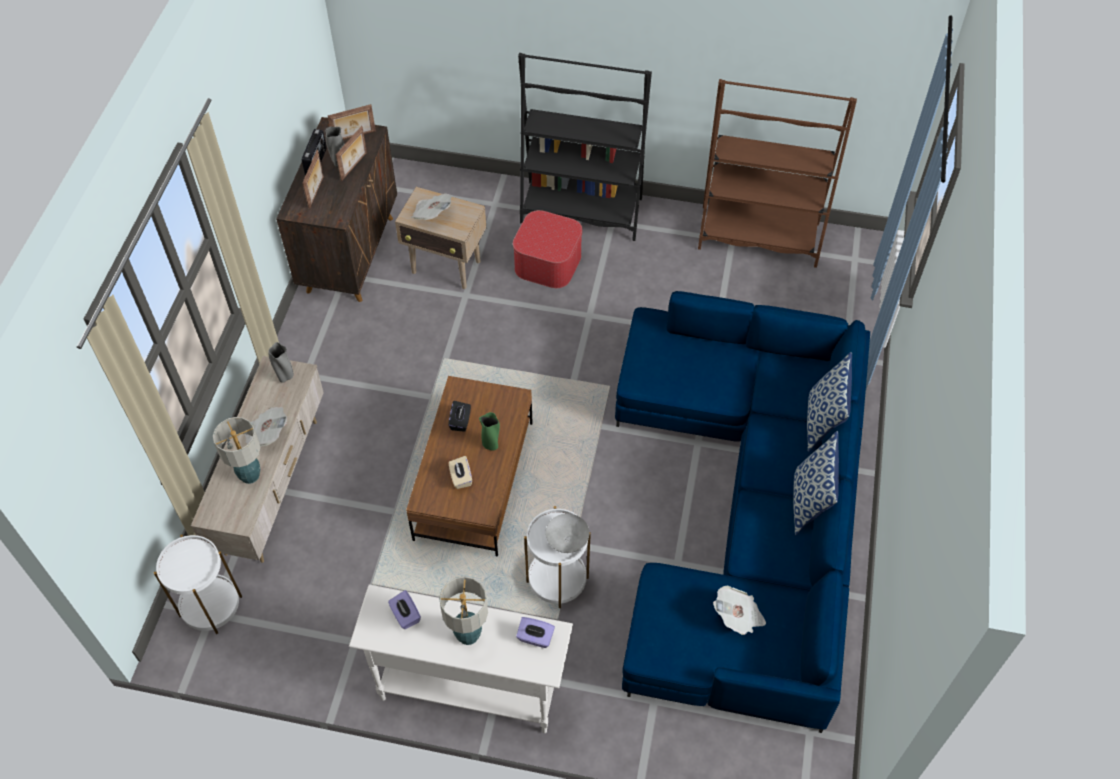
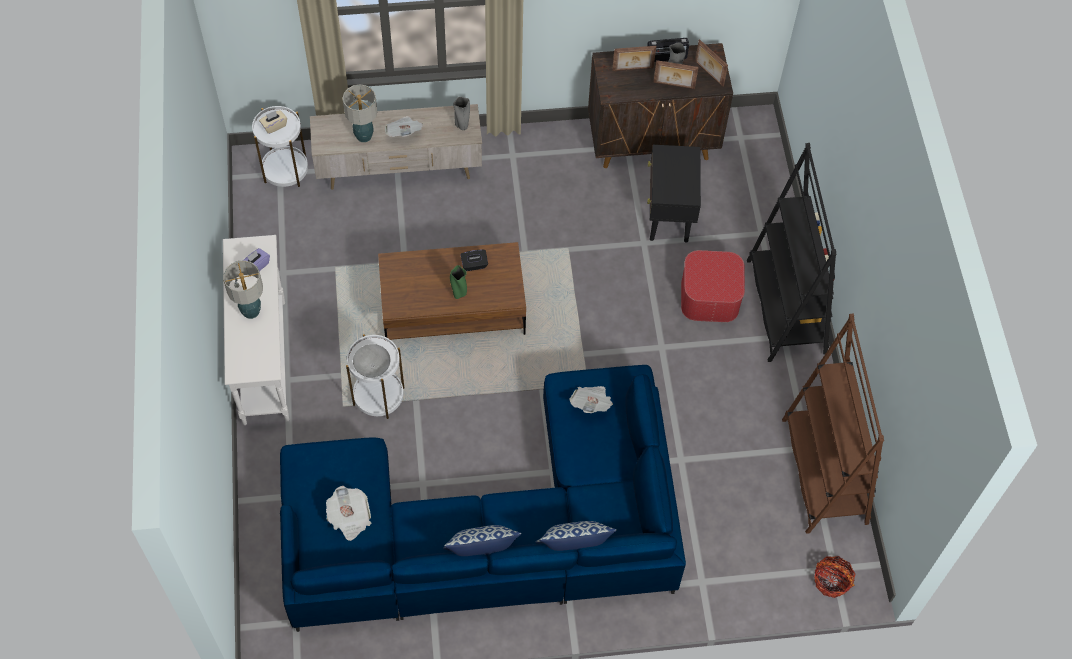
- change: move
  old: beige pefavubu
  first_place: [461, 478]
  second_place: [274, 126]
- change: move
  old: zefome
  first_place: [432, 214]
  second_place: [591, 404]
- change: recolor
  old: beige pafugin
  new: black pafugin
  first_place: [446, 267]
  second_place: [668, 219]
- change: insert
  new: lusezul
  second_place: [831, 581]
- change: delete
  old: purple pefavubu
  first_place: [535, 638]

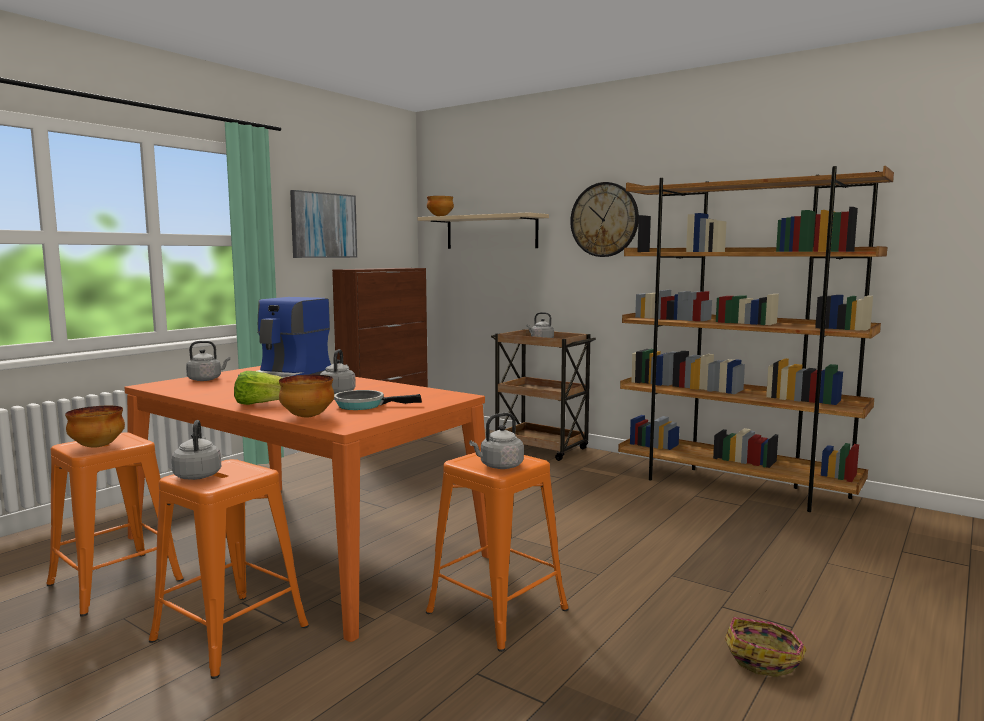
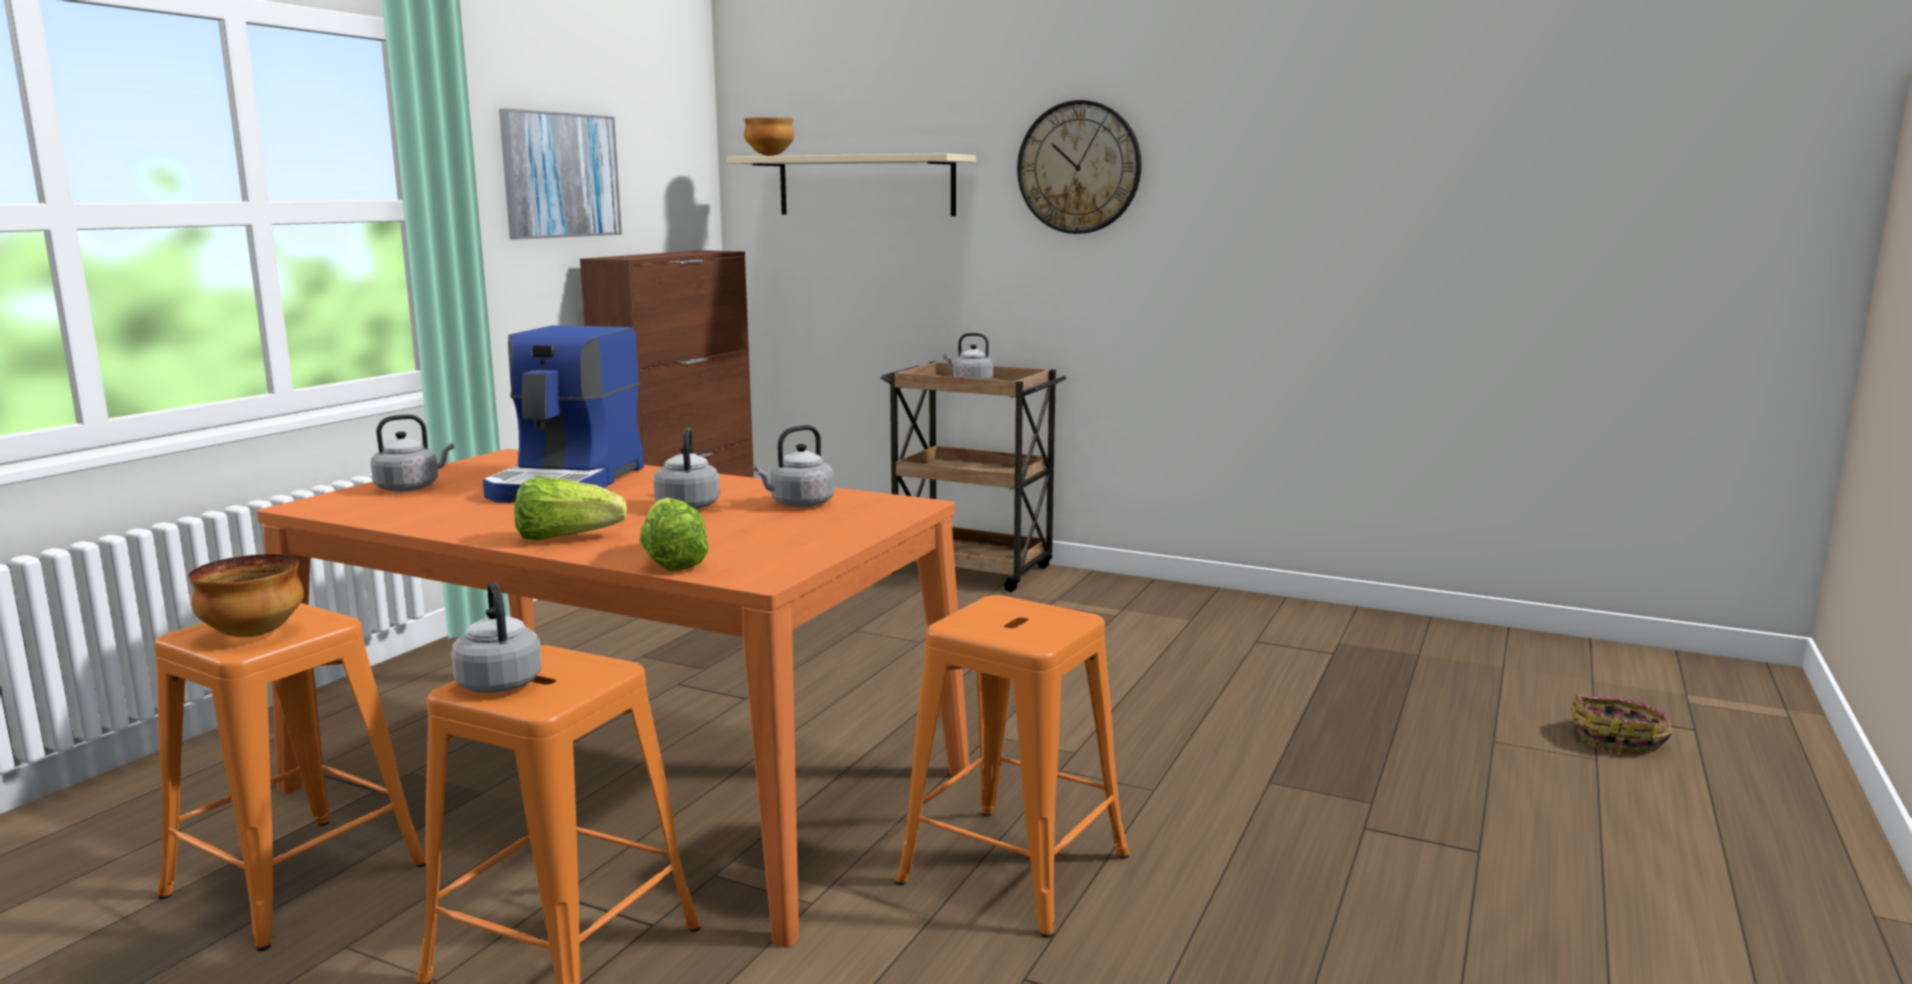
- change: replace
  old: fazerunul
  new: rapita
  first_place: [307, 417]
  second_place: [673, 561]
- change: move
  old: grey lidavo
  first_place: [499, 466]
  second_place: [799, 504]
- change: move
  old: lusezul
  first_place: [764, 658]
  second_place: [1618, 738]
- change: delete
  old: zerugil
  first_place: [364, 405]
- change: delete
  old: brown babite
  first_place: [734, 486]

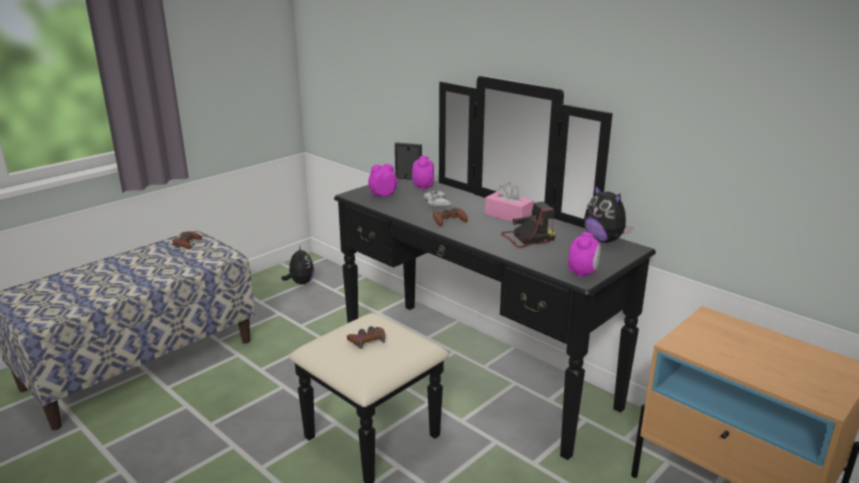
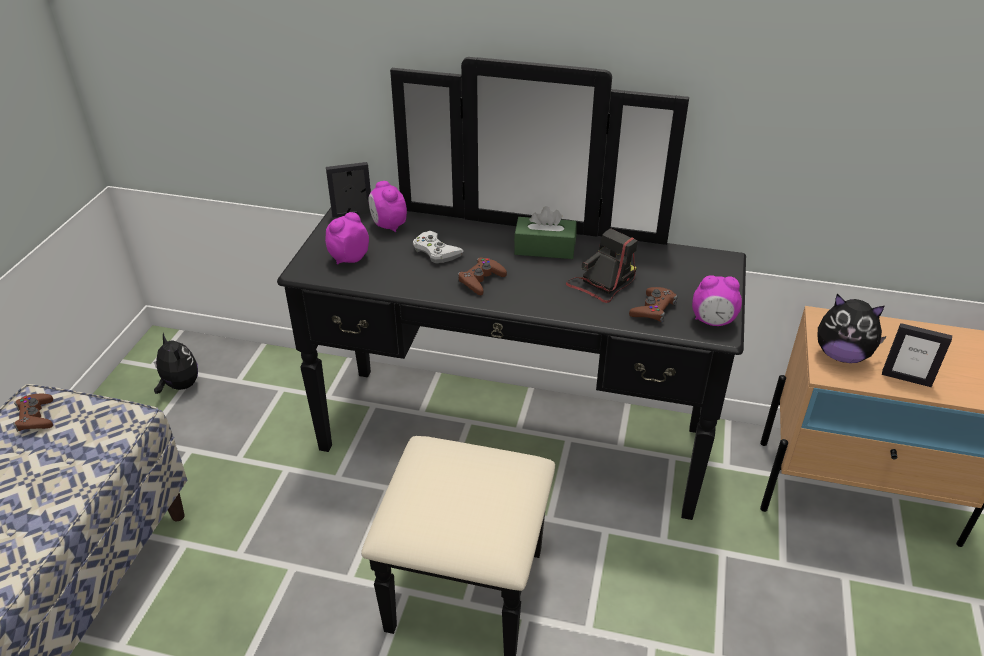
- change: recolor
  old: pink pefavubu
  new: green pefavubu
  first_place: [508, 216]
  second_place: [544, 248]
- change: move
  old: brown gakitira
  first_place: [367, 340]
  second_place: [653, 309]
- change: rotate
  old: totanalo
  first_place: [583, 273]
  second_place: [712, 322]
  degrees: 105
- change: move
  old: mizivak
  first_place: [604, 240]
  second_place: [841, 355]
- change: insert
  new: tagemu
  second_place: [906, 378]

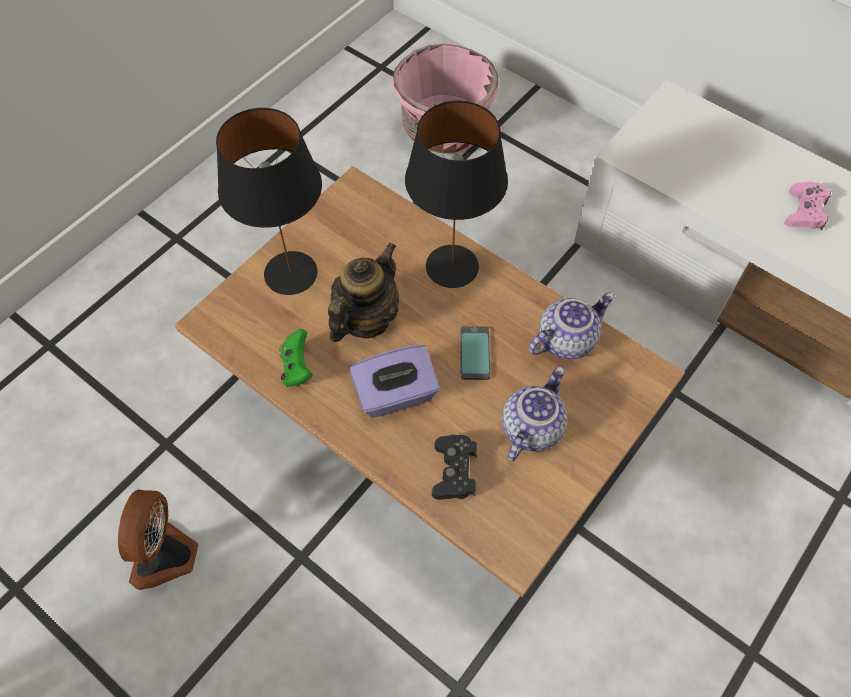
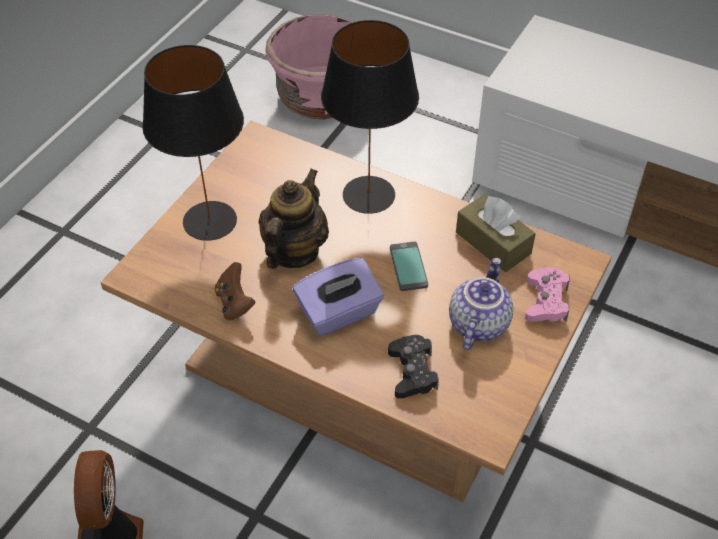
- change: recolor
  old: green gakitira
  new: brown gakitira
  first_place: [297, 368]
  second_place: [235, 303]
- change: replace
  old: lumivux
  new: brown pefavubu
  first_place: [566, 339]
  second_place: [493, 243]
- change: move
  old: pink gakitira
  first_place: [804, 211]
  second_place: [546, 301]

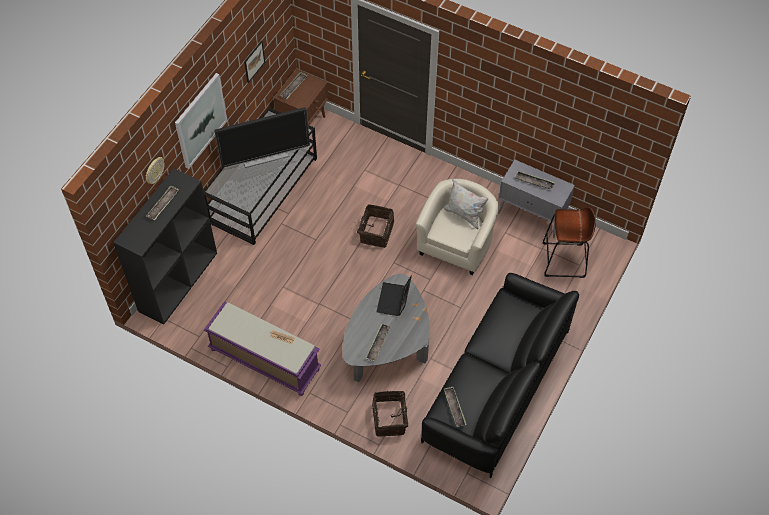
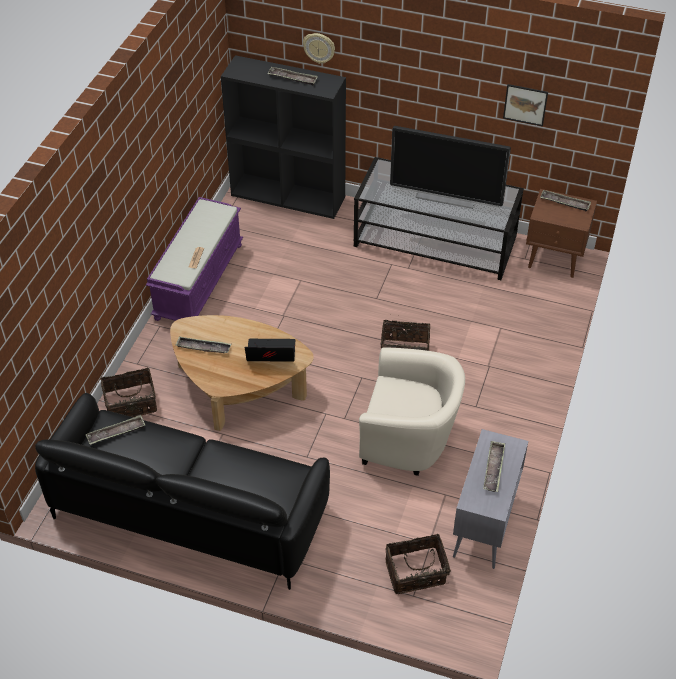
- change: recolor
  old: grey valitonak
  new: brown valitonak
  first_place: [387, 343]
  second_place: [238, 387]
- change: replace
  old: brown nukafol
  new: lusezul
  first_place: [563, 260]
  second_place: [416, 574]
- change: rotate
  old: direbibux
  first_place: [265, 156]
  second_place: [446, 197]
  degrees: -45
- change: delete
  old: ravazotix
  first_place: [200, 120]
- change: delete
  old: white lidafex
  first_place: [464, 215]

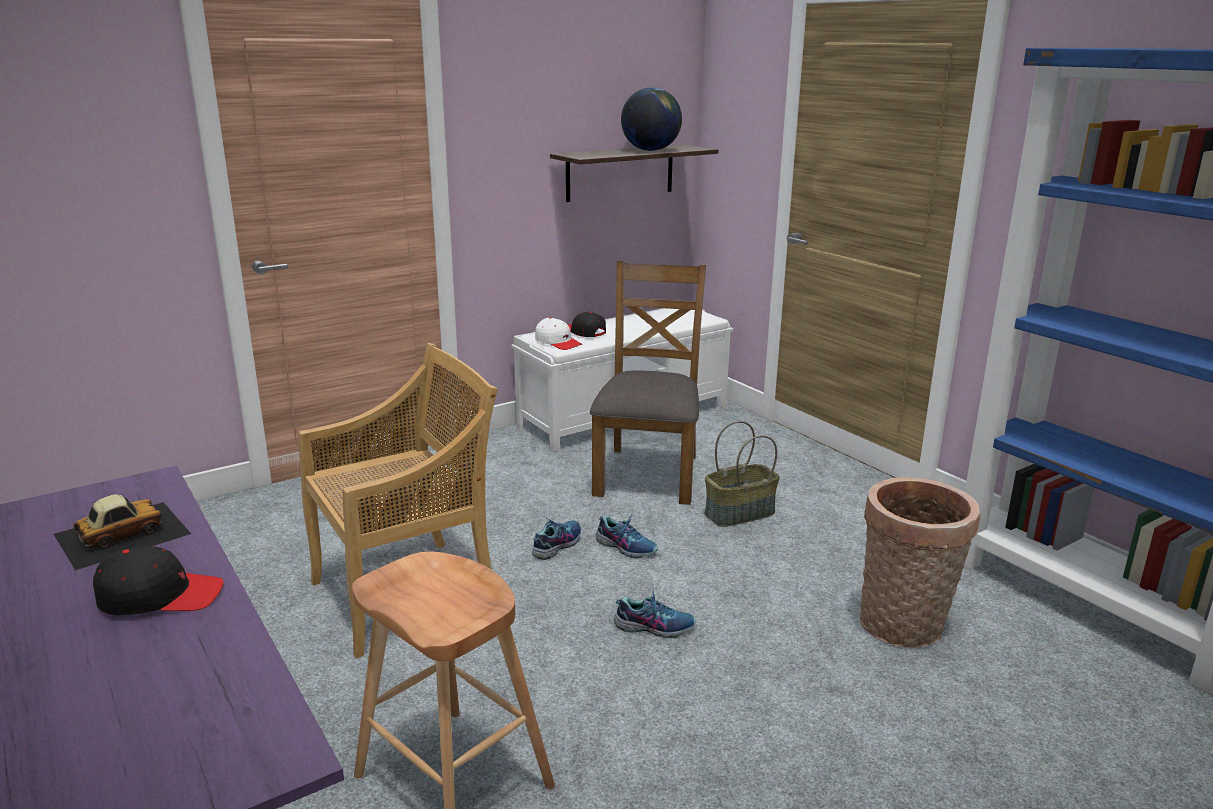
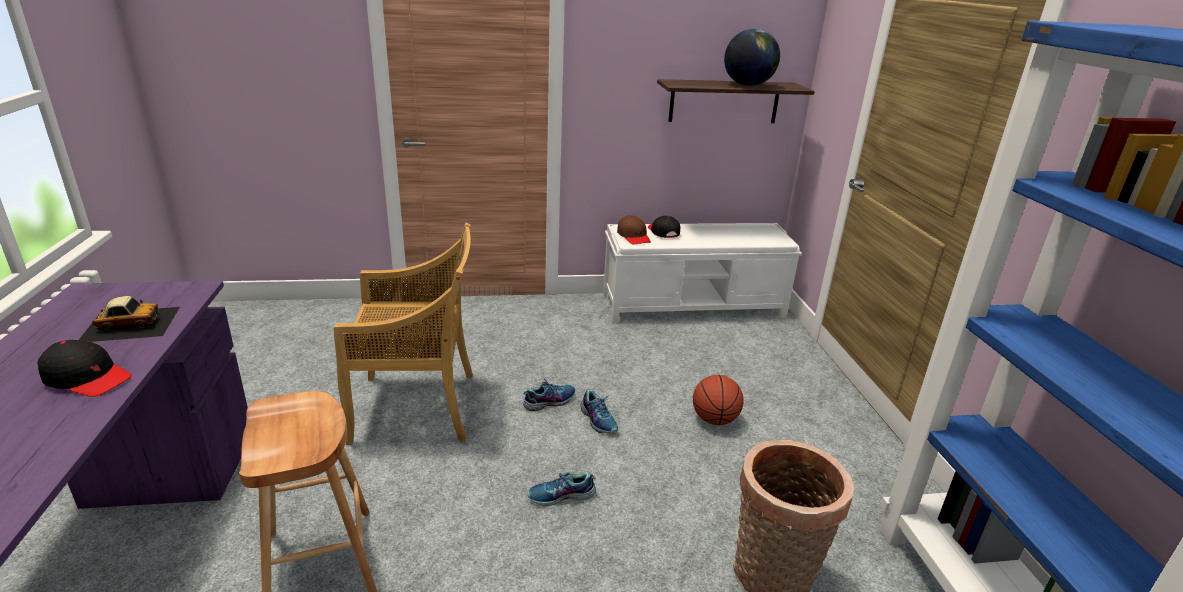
- change: rotate
  old: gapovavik
  first_place: [654, 626]
  second_place: [561, 496]
  degrees: 135
- change: recolor
  old: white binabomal
  new: brown binabomal
  first_place: [558, 342]
  second_place: [633, 236]
- change: replace
  old: lusezul
  new: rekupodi
  first_place: [739, 514]
  second_place: [714, 420]
- change: delete
  old: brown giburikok
  first_place: [648, 474]

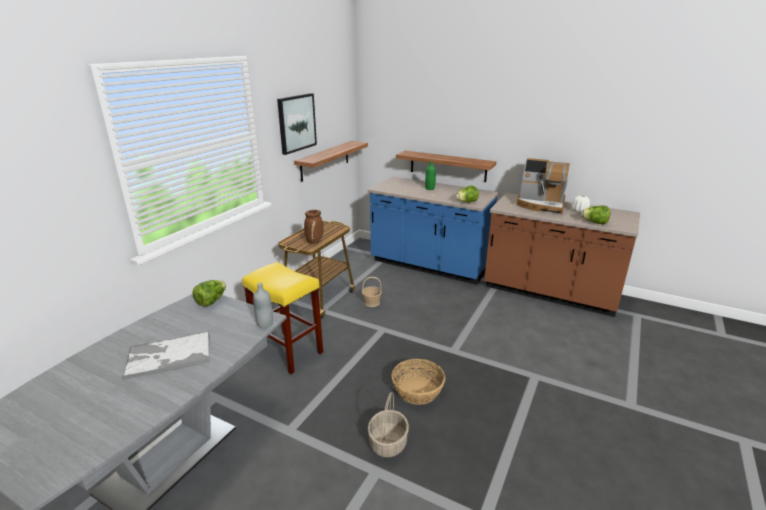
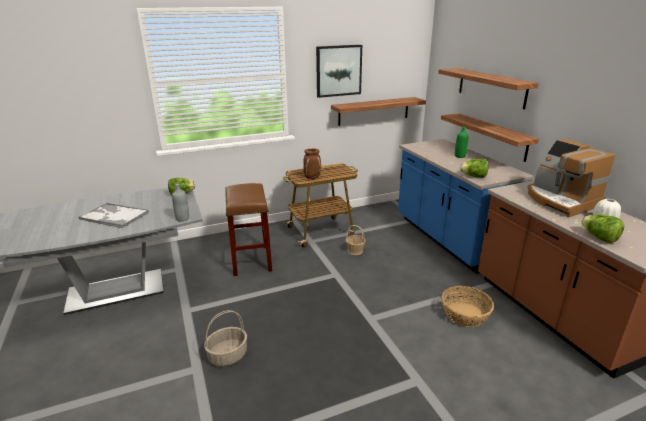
- change: recolor
  old: yellow nukafol
  new: brown nukafol
  first_place: [289, 352]
  second_place: [252, 261]
- change: insert
  new: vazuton
  second_place: [491, 87]
- change: move
  old: lusezul
  first_place: [418, 390]
  second_place: [465, 314]

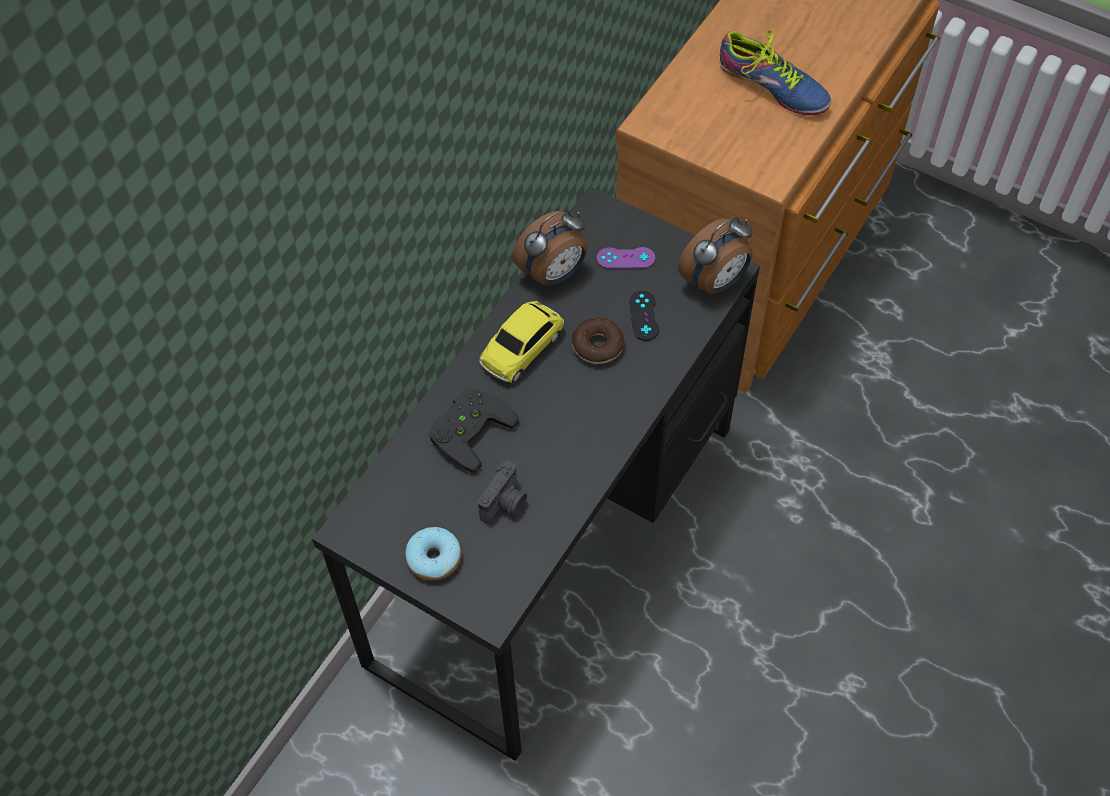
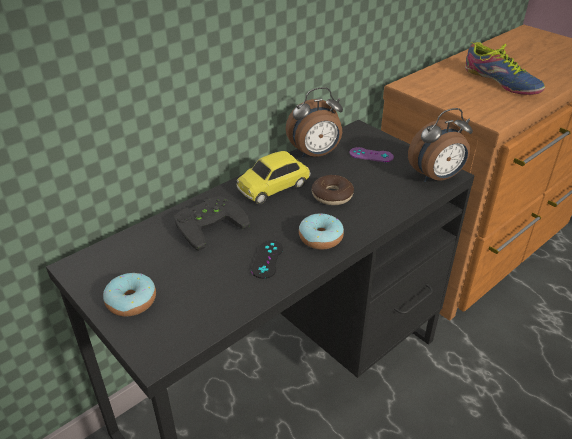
- change: move
  old: black gakitira
  first_place: [644, 316]
  second_place: [267, 259]
- change: insert
  new: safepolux
  second_place: [320, 238]
- change: delete
  old: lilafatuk
  first_place: [505, 503]

